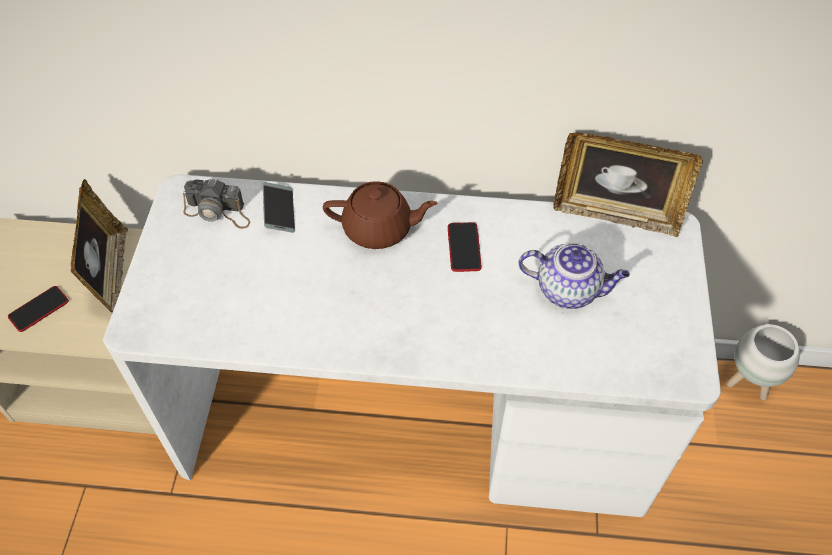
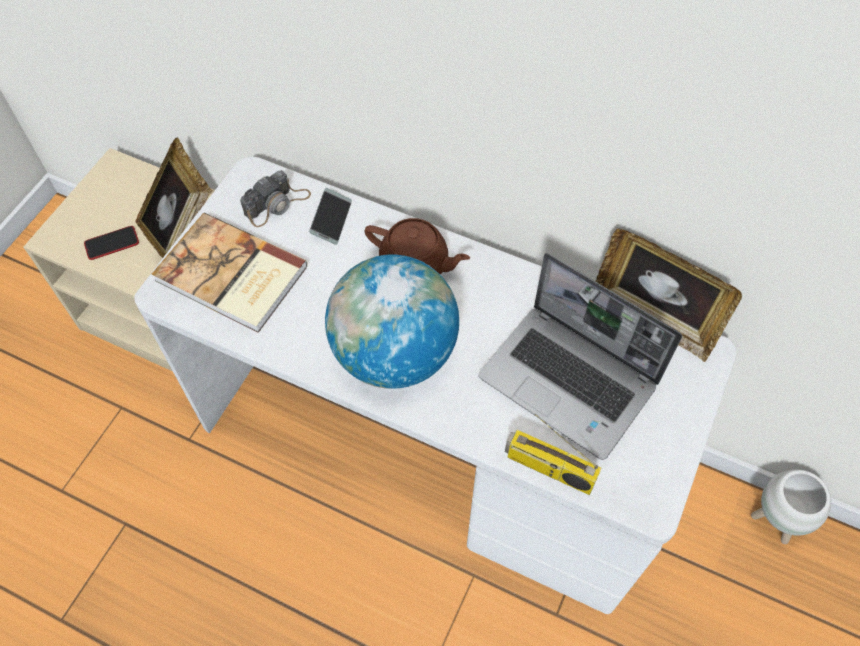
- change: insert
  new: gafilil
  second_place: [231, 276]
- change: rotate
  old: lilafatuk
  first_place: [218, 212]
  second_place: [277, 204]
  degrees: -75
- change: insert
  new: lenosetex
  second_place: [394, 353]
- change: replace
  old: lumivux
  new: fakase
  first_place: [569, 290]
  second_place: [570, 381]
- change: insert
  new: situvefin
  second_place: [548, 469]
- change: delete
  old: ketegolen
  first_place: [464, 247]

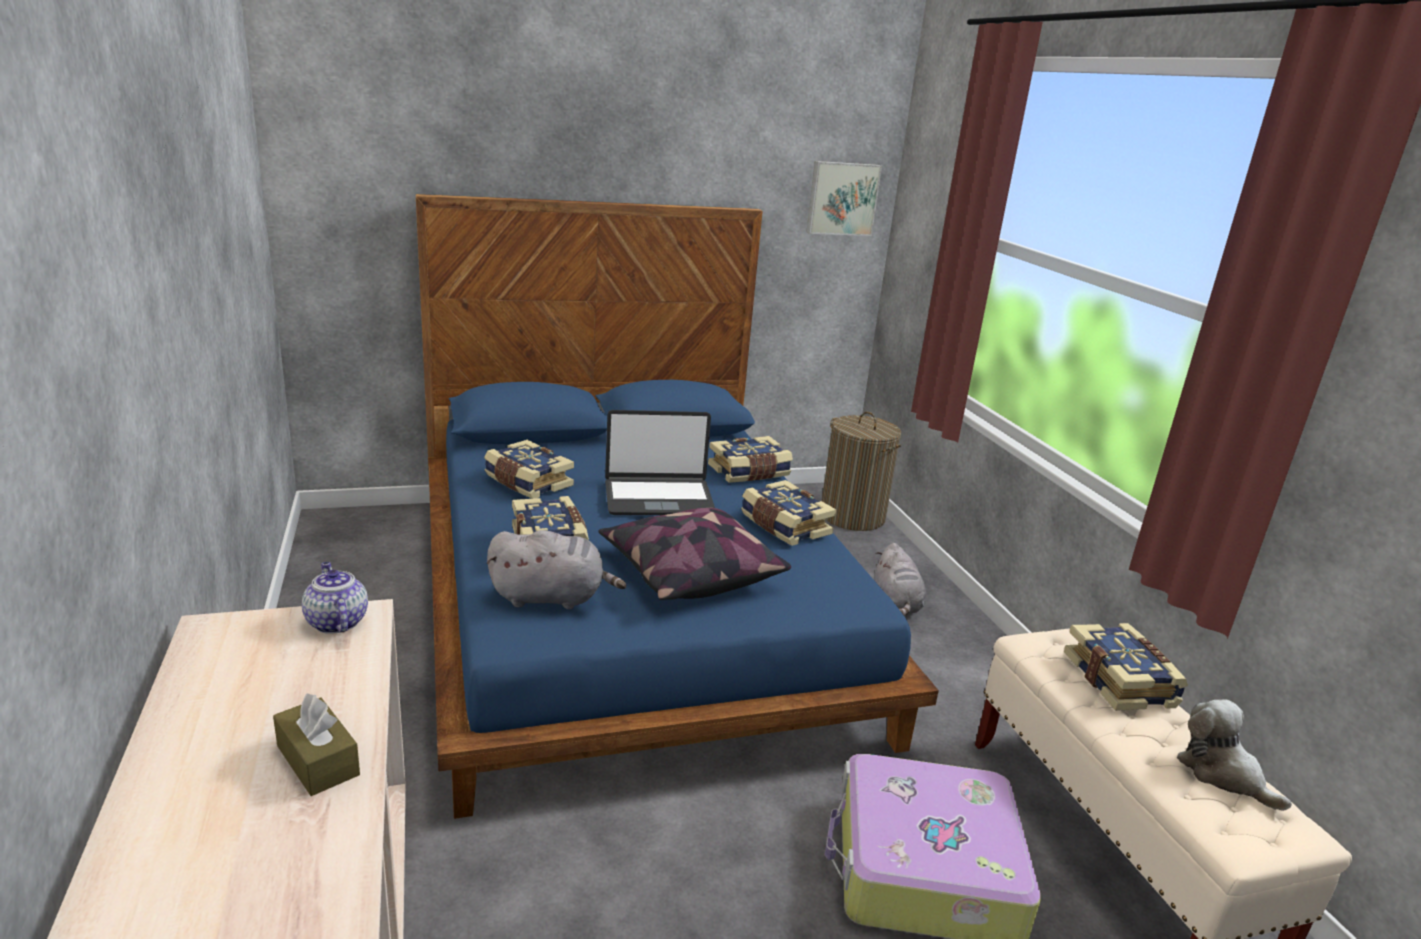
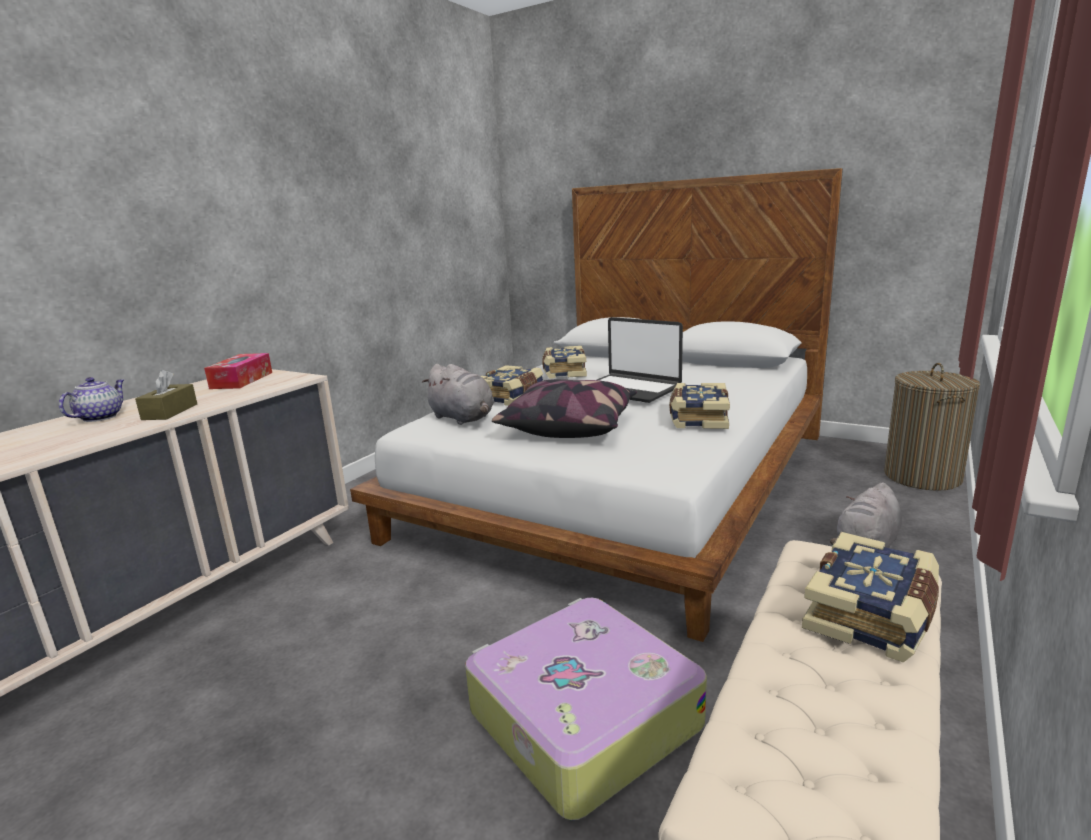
- change: move
  old: lumivux
  first_place: [336, 622]
  second_place: [100, 417]
- change: insert
  new: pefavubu
  second_place: [242, 380]
- change: recolor
  old: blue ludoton
  new: white ludoton
  first_place: [632, 606]
  second_place: [624, 483]
- change: delete
  old: gafilil
  first_place: [749, 472]
- change: delete
  old: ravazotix
  first_place: [842, 198]
- change: delete
  old: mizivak
  first_place: [1222, 774]

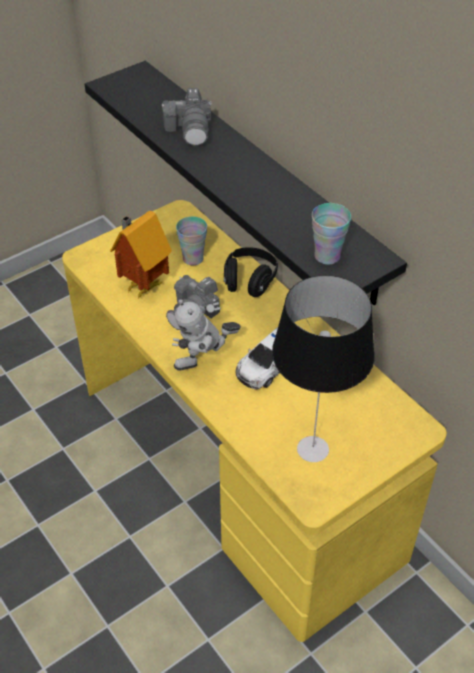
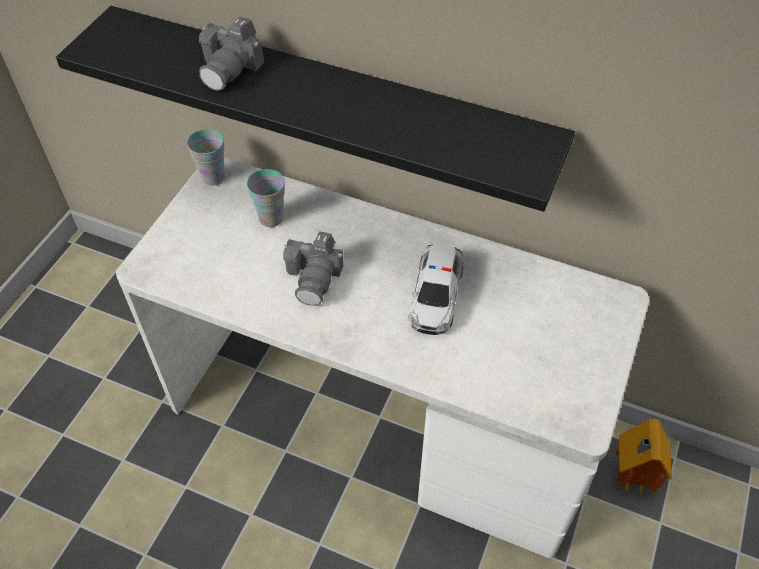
- change: recolor
  old: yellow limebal
  new: white limebal
  first_place: [238, 467]
  second_place: [380, 414]
- change: move
  old: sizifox
  first_place: [327, 256]
  second_place: [213, 177]
- change: rotate
  old: lilafatuk
  first_place: [190, 129]
  second_place: [231, 68]
  degrees: 60
- change: move
  old: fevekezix
  first_place: [142, 286]
  second_place: [629, 478]
- change: delete
  old: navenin
  first_place: [204, 363]
- change: delete
  old: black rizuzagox
  first_place: [249, 281]
- change: delete
  old: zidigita
  first_place: [313, 450]

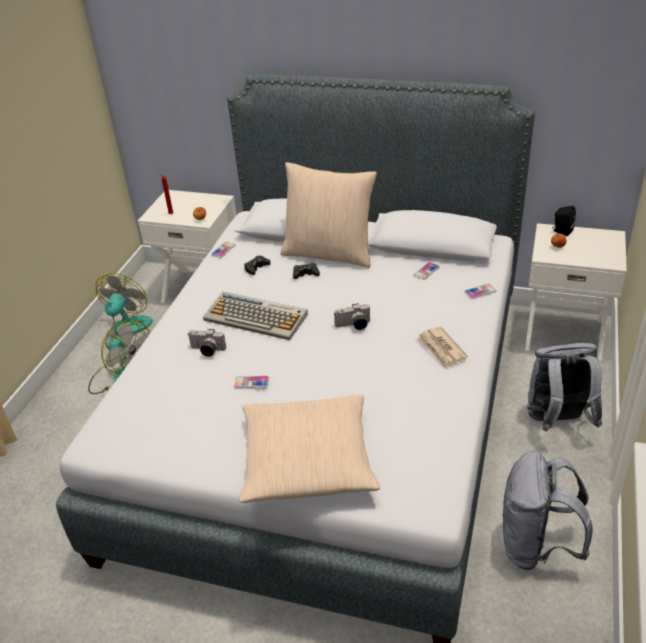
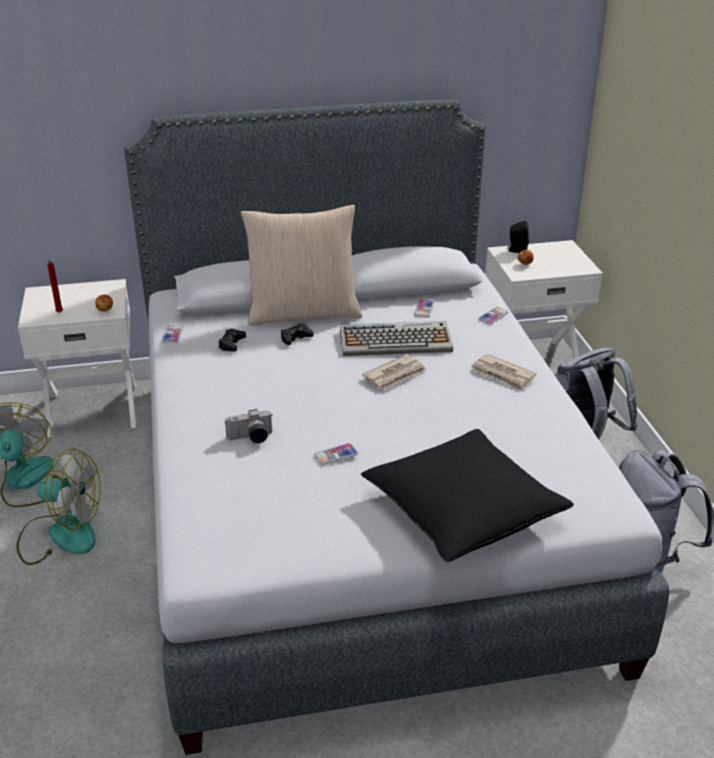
- change: move
  old: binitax
  first_place: [257, 317]
  second_place: [396, 341]
- change: recolor
  old: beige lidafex
  new: black lidafex
  first_place: [307, 460]
  second_place: [463, 509]
- change: replace
  old: lilafatuk
  new: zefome
  first_place: [354, 326]
  second_place: [395, 375]

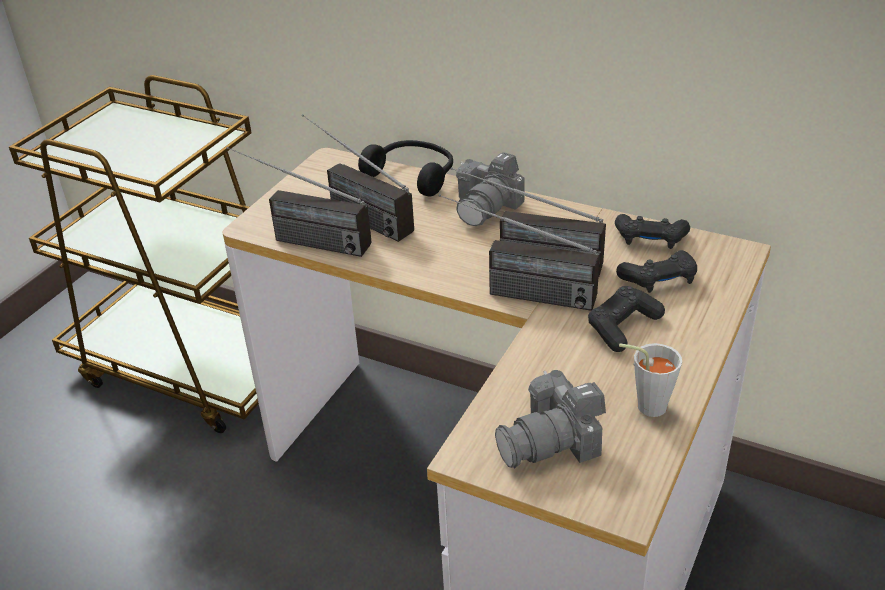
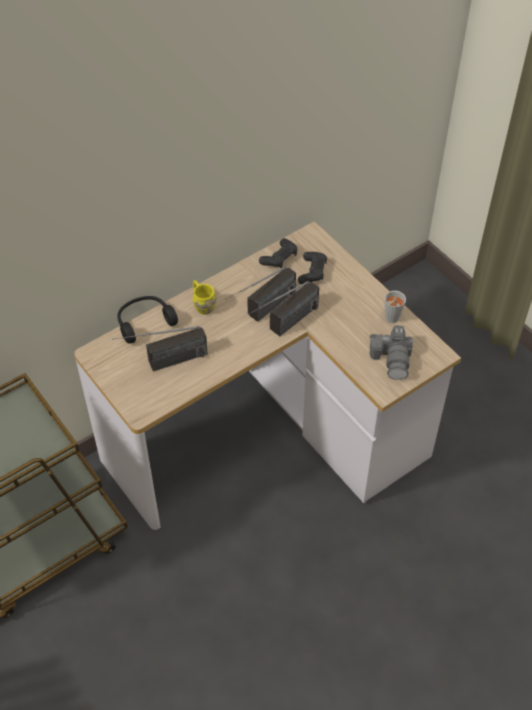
- change: replace
  old: lilafatuk
  new: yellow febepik
  first_place: [488, 206]
  second_place: [202, 304]
- change: delete
  old: situvefin
  first_place: [299, 239]
- change: delete
  old: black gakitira
  first_place: [623, 327]

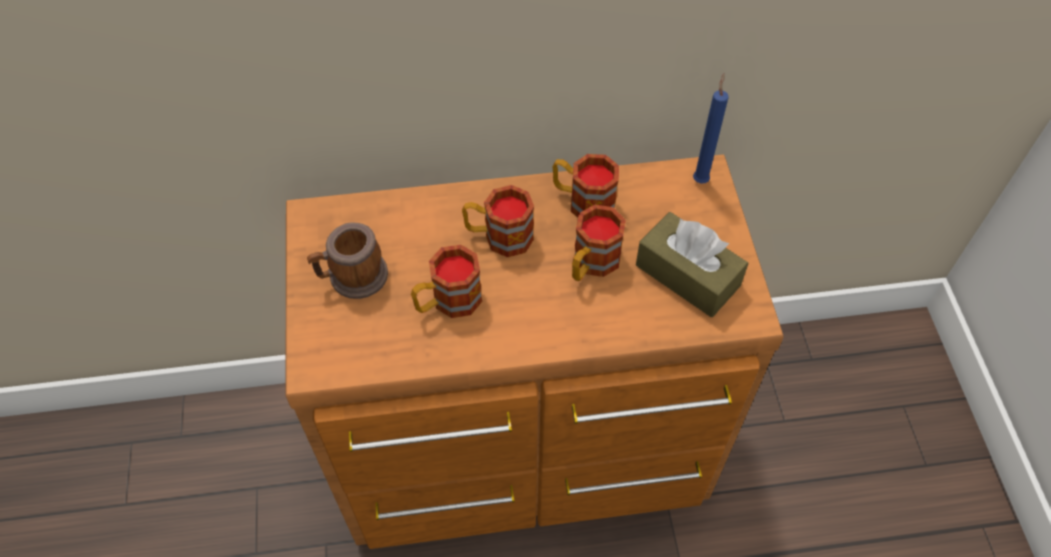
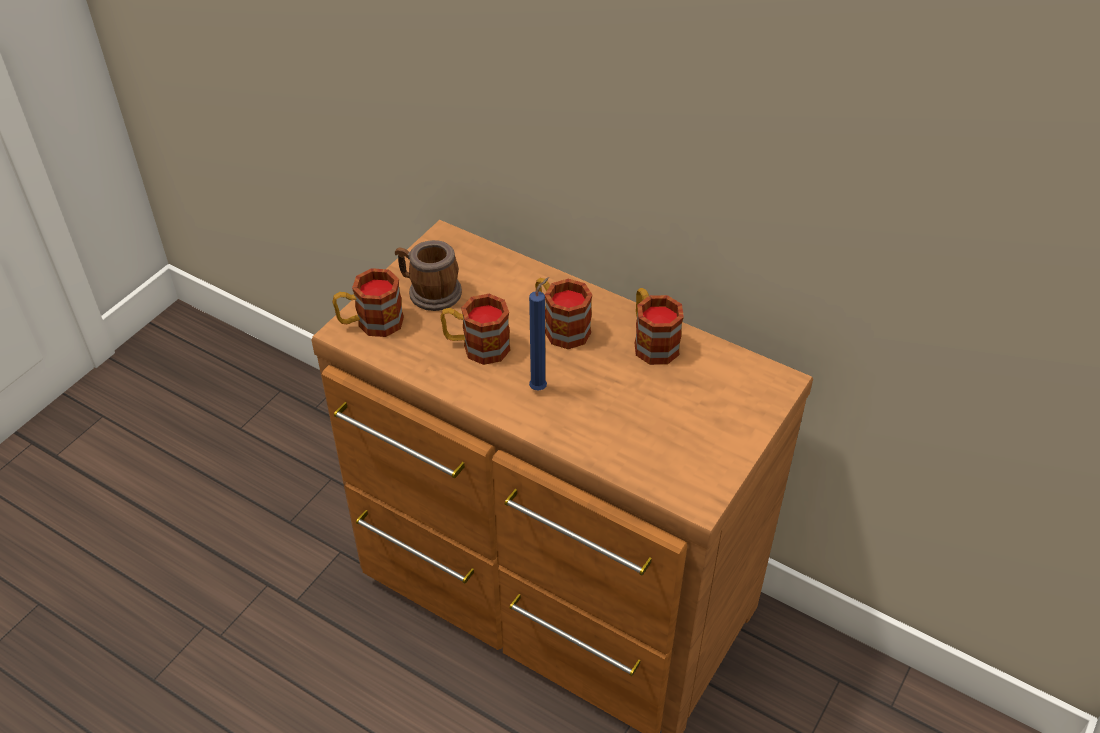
- change: move
  old: febepik
  first_place: [591, 264]
  second_place: [370, 323]
- change: move
  old: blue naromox
  first_place: [700, 179]
  second_place: [540, 387]
- change: delete
  old: brown pefavubu
  first_place: [687, 275]

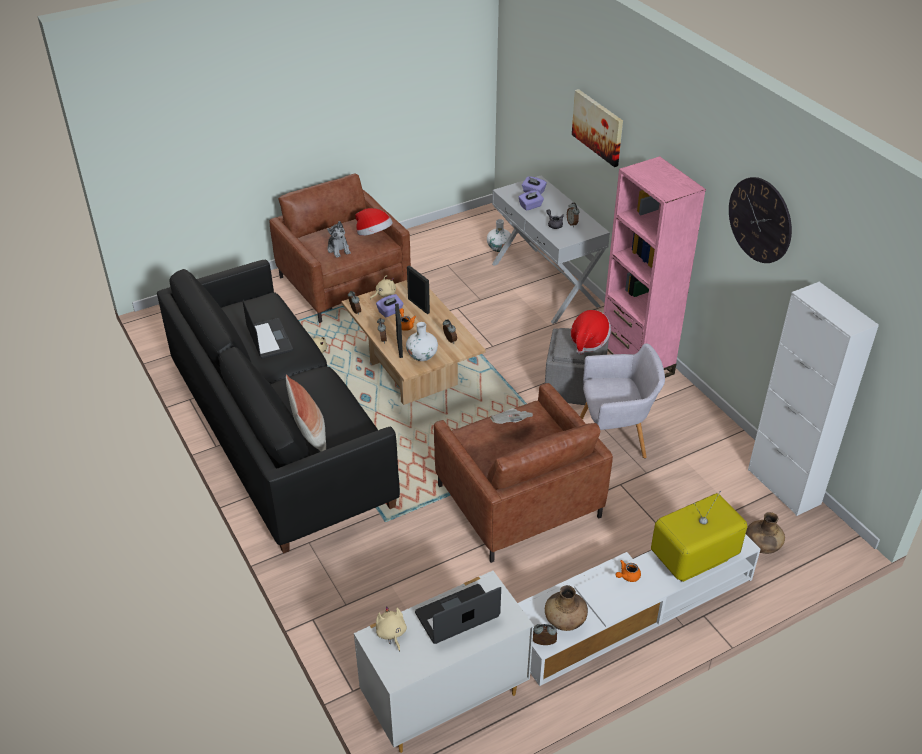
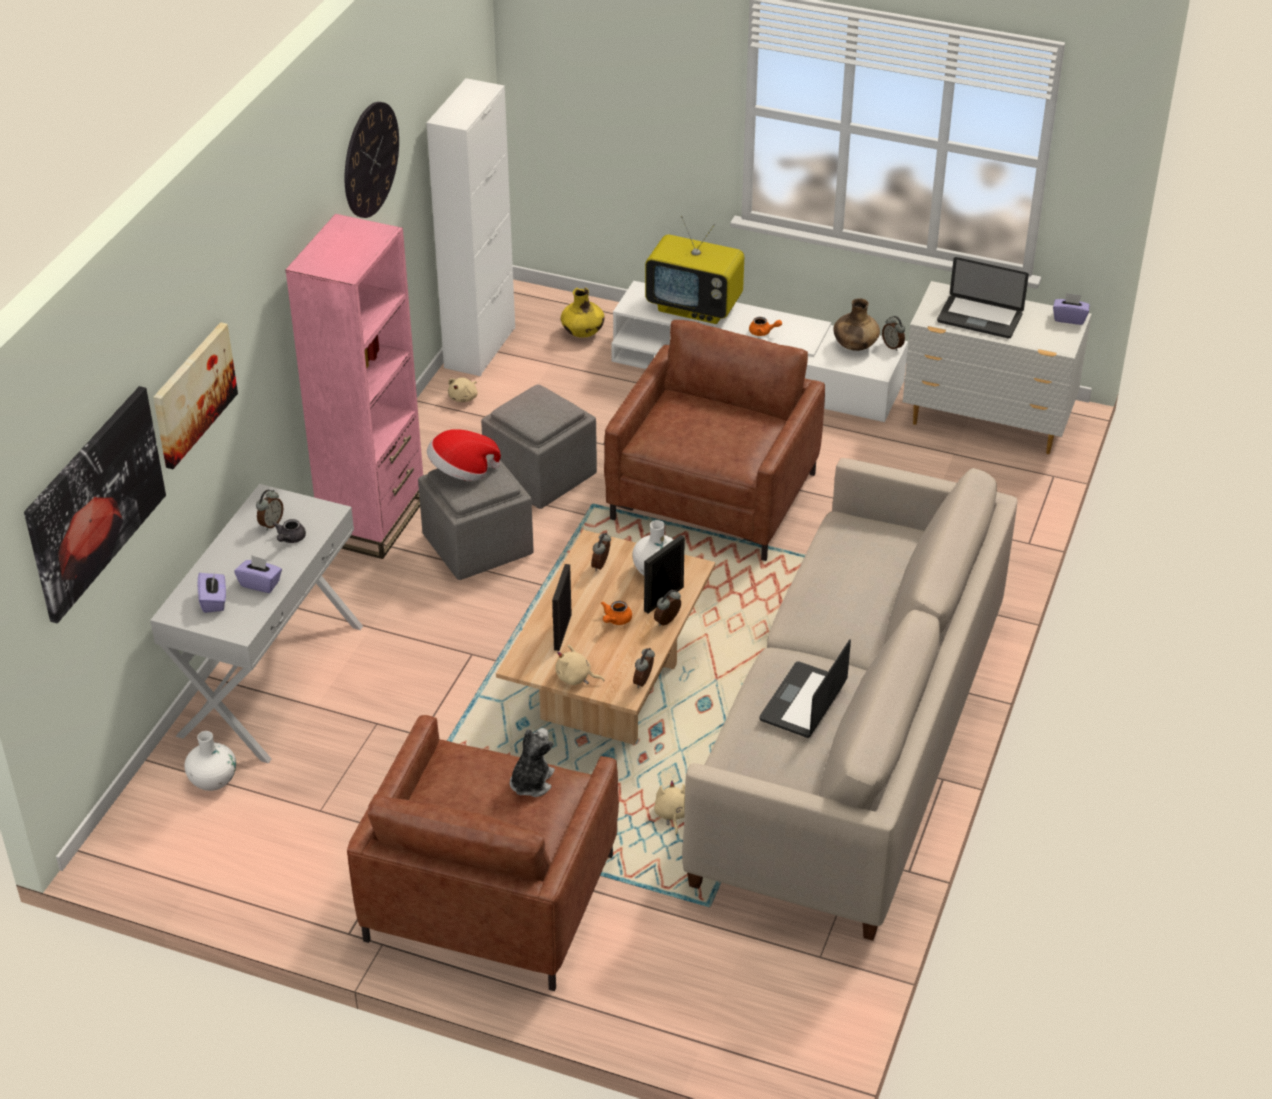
- change: insert
  new: ravazotix
  second_place: [95, 502]
- change: move
  old: beige mizivak
  first_place: [391, 634]
  second_place: [464, 397]
- change: replace
  old: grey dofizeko
  new: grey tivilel
  first_place: [614, 441]
  second_place: [540, 475]
- change: recolor
  old: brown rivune
  new: yellow rivune
  first_place: [762, 546]
  second_place: [583, 333]
- change: recolor
  old: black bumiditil
  new: beige bumiditil
  first_place: [278, 431]
  second_place: [851, 741]
- change: move
  old: purple pefavubu
  first_place: [390, 312]
  second_place: [1069, 318]
- change: delete
  old: lidafex
  first_place: [310, 436]
- change: delete
  old: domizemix
  first_place: [374, 235]
- change: delete
  old: zefome
  first_place: [510, 424]

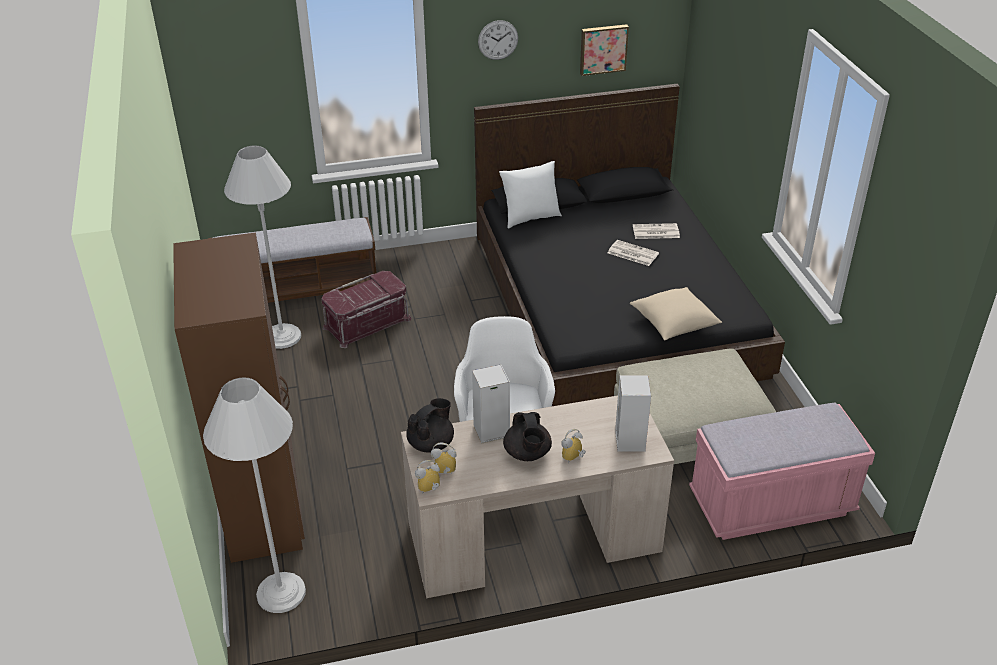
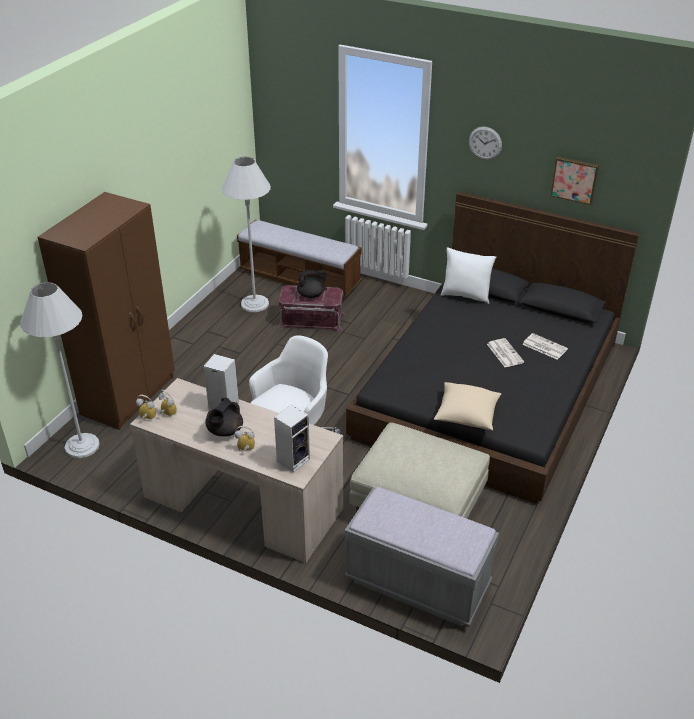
- change: move
  old: black lumivux
  first_place: [431, 443]
  second_place: [311, 295]
- change: recolor
  old: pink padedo
  new: grey padedo
  first_place: [771, 504]
  second_place: [417, 583]

